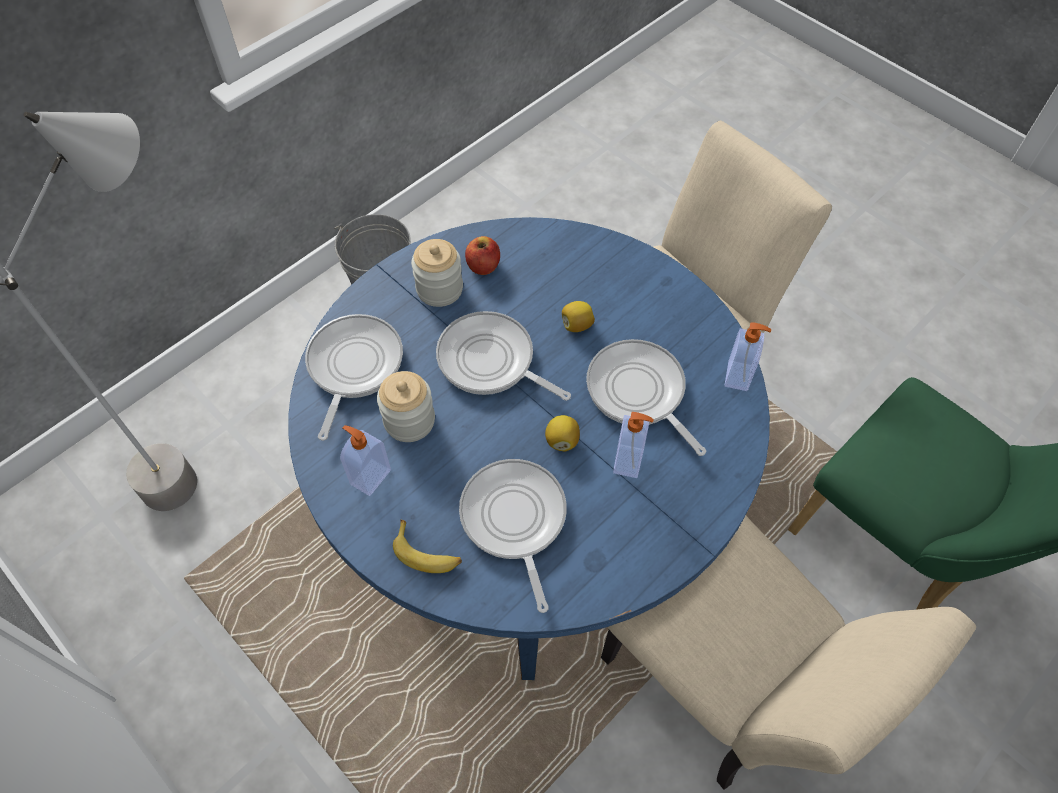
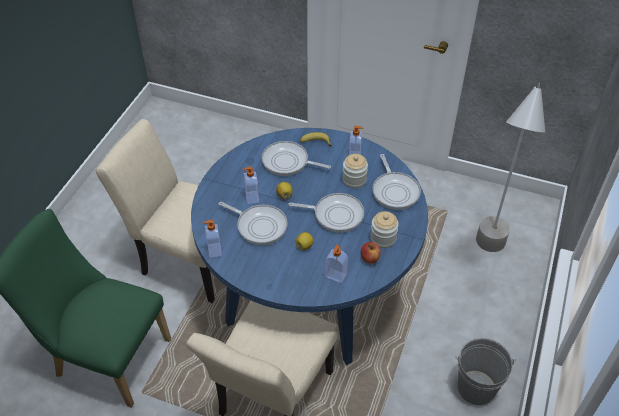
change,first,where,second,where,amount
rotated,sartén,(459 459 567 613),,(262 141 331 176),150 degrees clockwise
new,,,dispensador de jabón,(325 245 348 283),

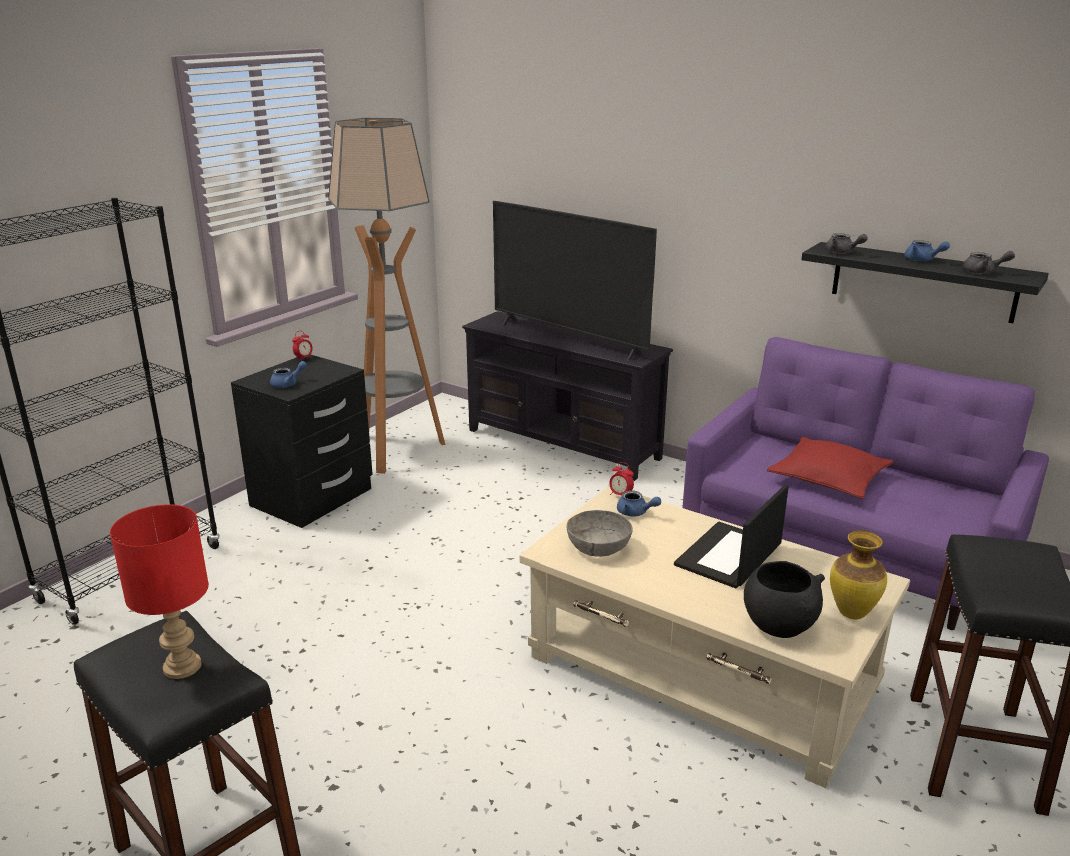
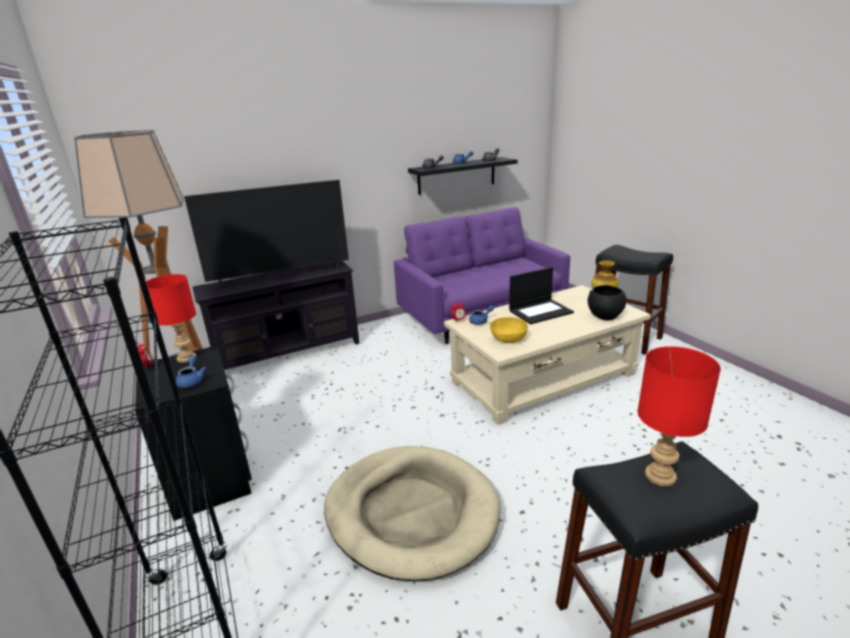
change,first,where,second,where,amount
gone,cojín/rojo,(767 437 894 499),,,
rotated,portátil,(674 484 789 588),,(509 267 574 324),90 degrees counterclockwise
repainted,cuenco/gris,(566 510 633 557),cuenco/amarillo,(490 317 528 343),
new,,,lámpara de mesa/rojo,(146 274 196 363),
new,,,cama para perro/beis,(324 446 501 581),

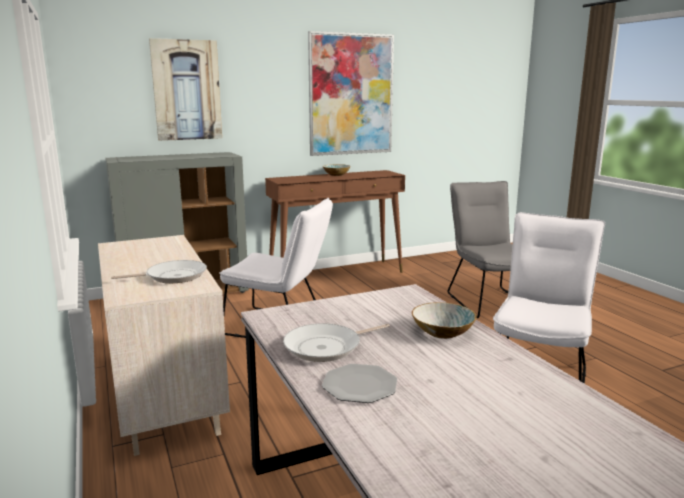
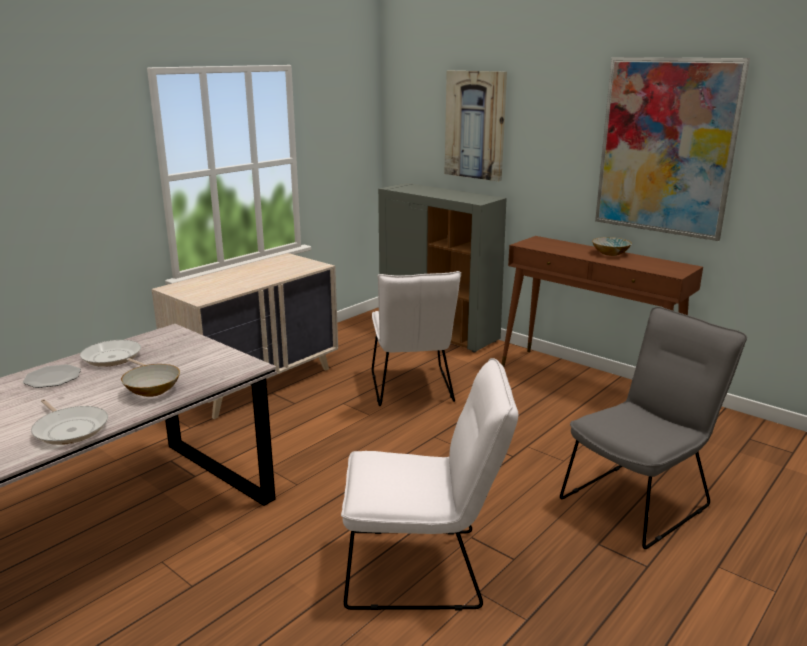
change,first,where,second,where,amount
shifted,sartén,(111 260 207 283),,(31 399 108 445),

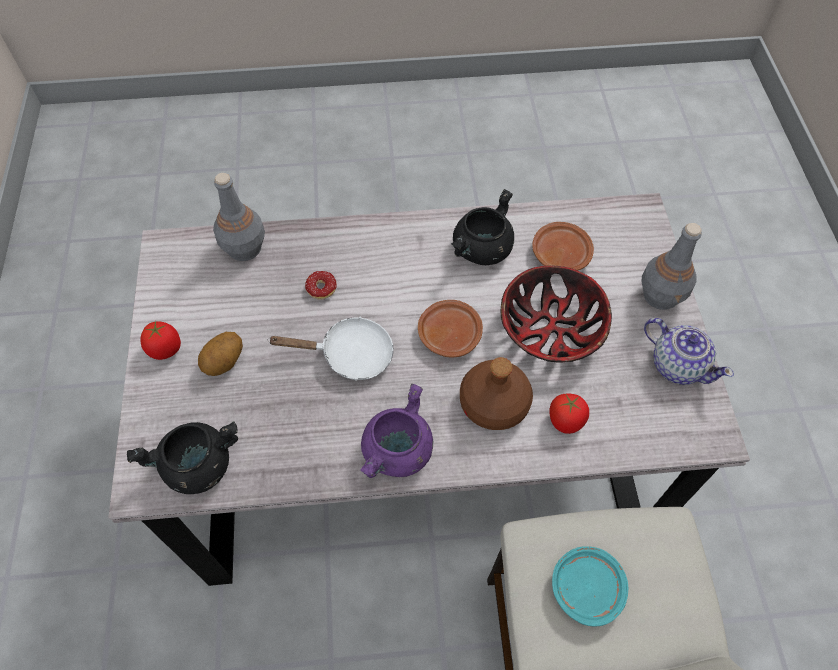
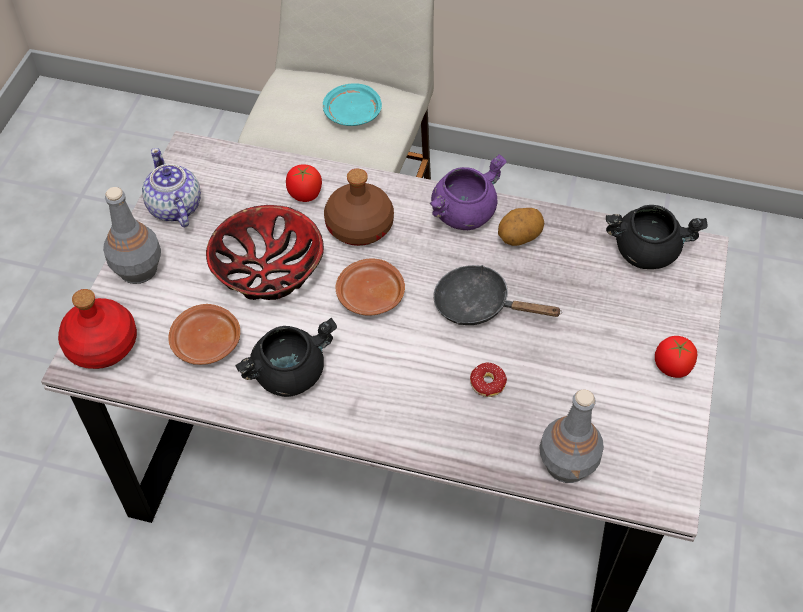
change,first,where,second,where,amount
repainted,sartén/blanco,(268 317 394 381),sartén/negro,(433 265 562 325),
shifted,patata,(198 332 243 376),,(498 208 544 246),
new,,,botella/rojo,(58 289 137 369),

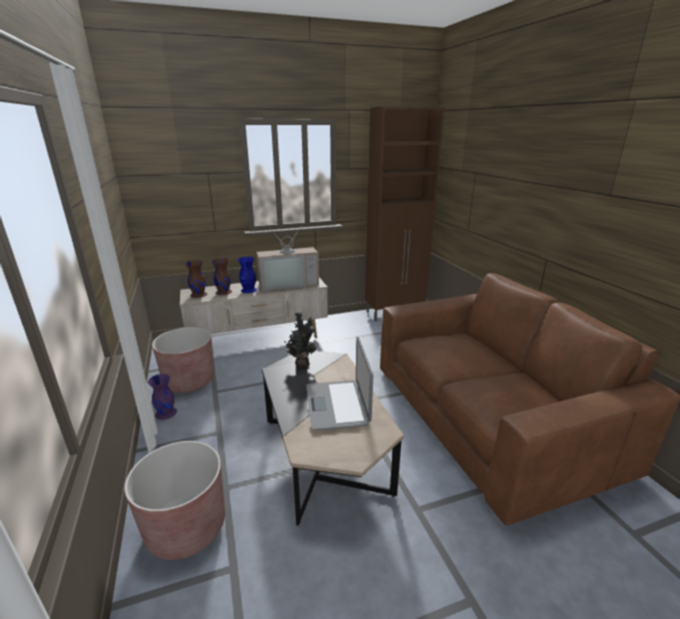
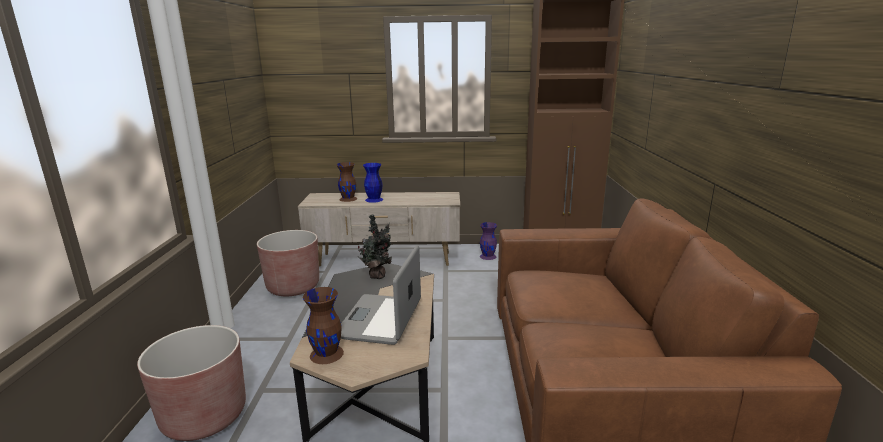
change,first,where,second,where,amount
gone,televisor,(256 221 319 292),,,
shifted,florero/marrón,(185 260 207 298),,(303 287 344 364),
shifted,florero/morado,(148 374 177 420),,(480 222 497 260),

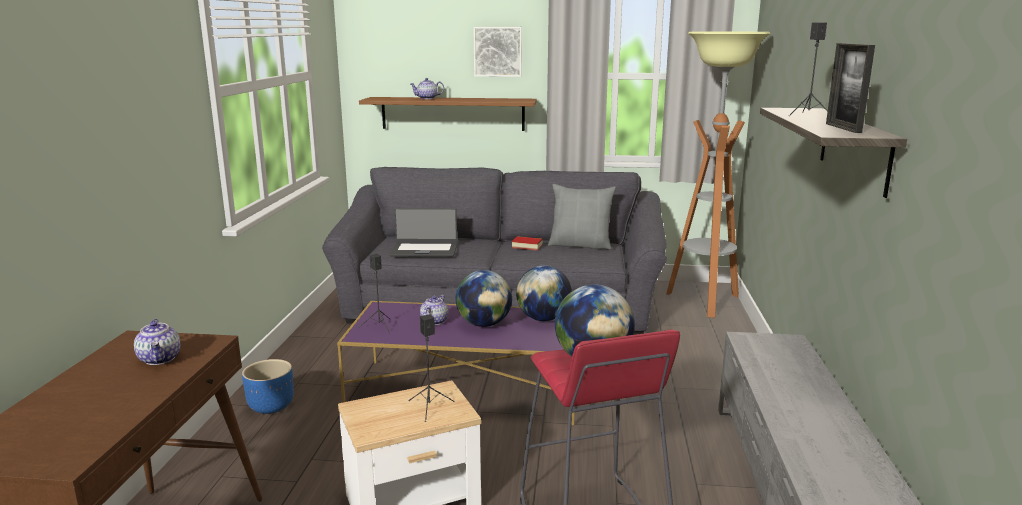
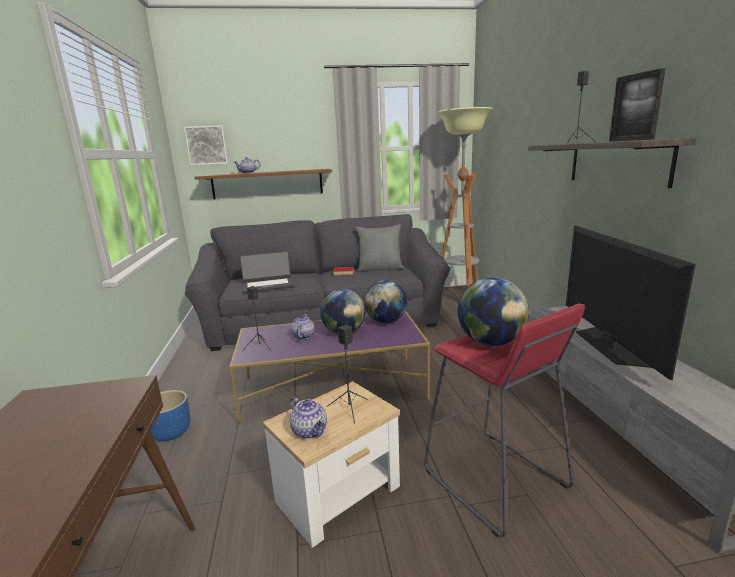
change,first,where,second,where,amount
shifted,cuadro,(473 27 522 77),,(184 125 228 165),
shifted,tetera,(134 319 181 365),,(290 397 327 439),
new,,,televisor,(566 225 696 380),

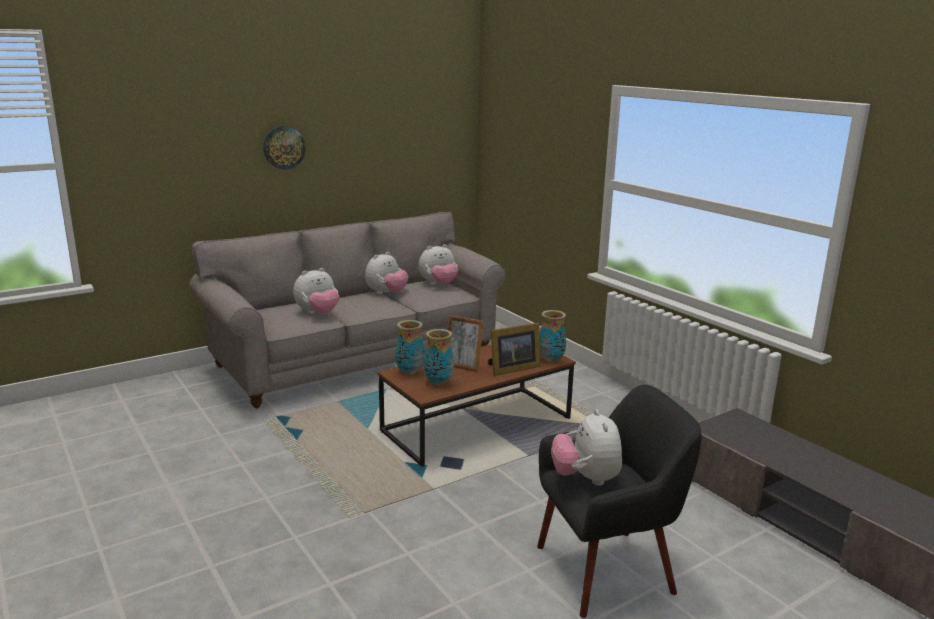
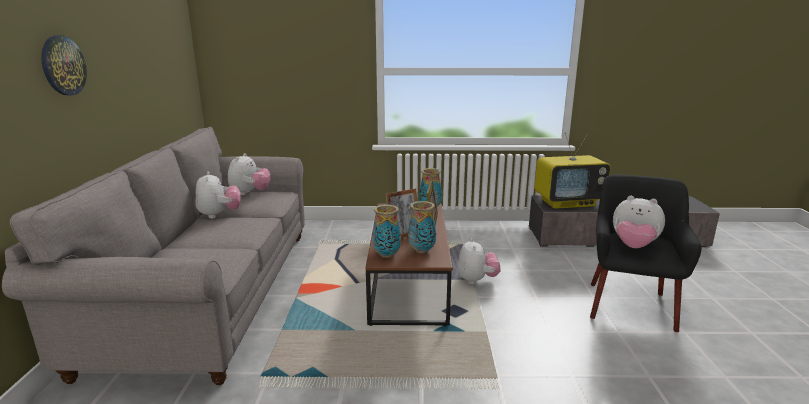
change,first,where,second,where,amount
shifted,peluche,(293 268 339 314),,(458 238 500 284),
new,,,televisor,(535 133 611 209),

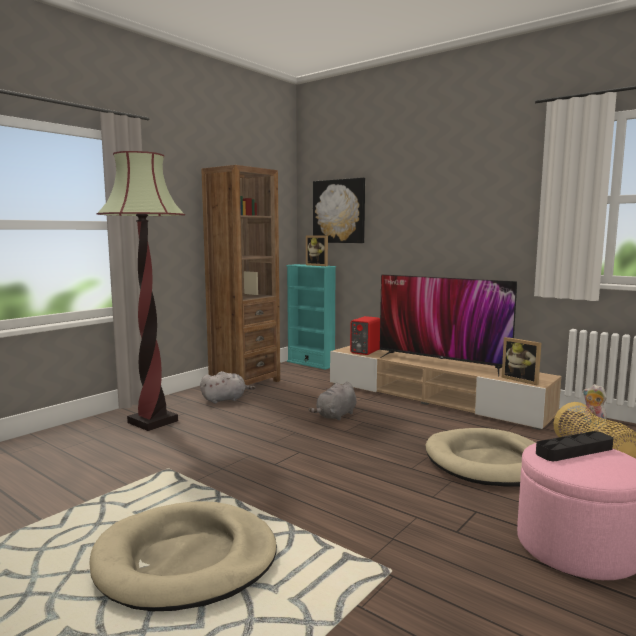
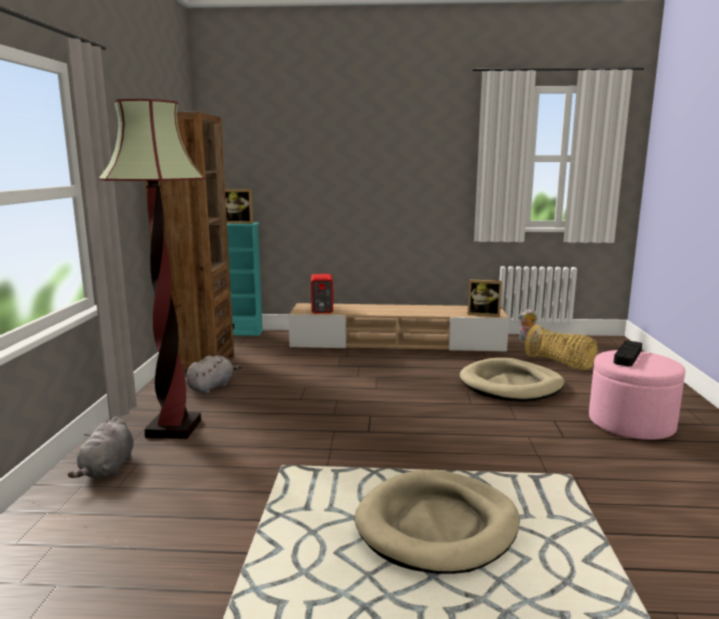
change,first,where,second,where,amount
gone,cuadro,(313 178 365 243),,,
gone,televisor,(380 274 517 376),,,
shifted,peluche/gris,(309 382 357 421),,(68 417 134 478),

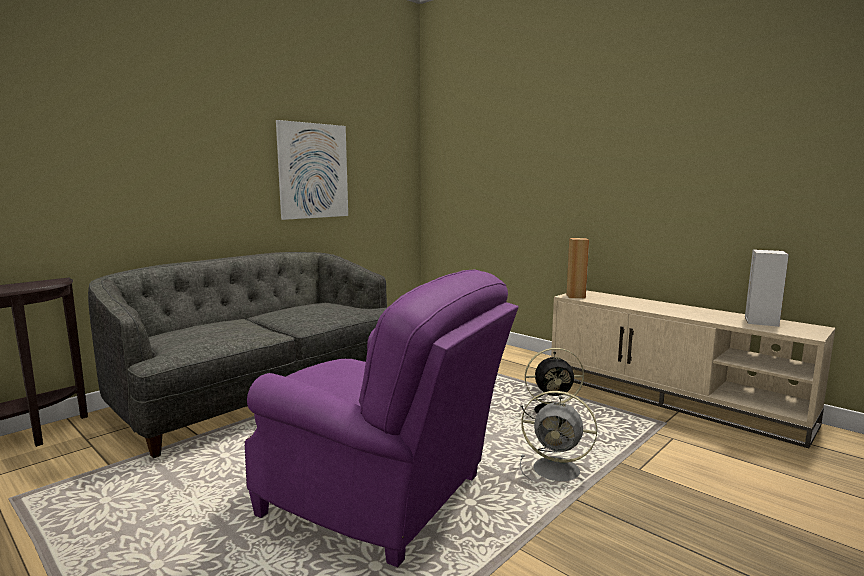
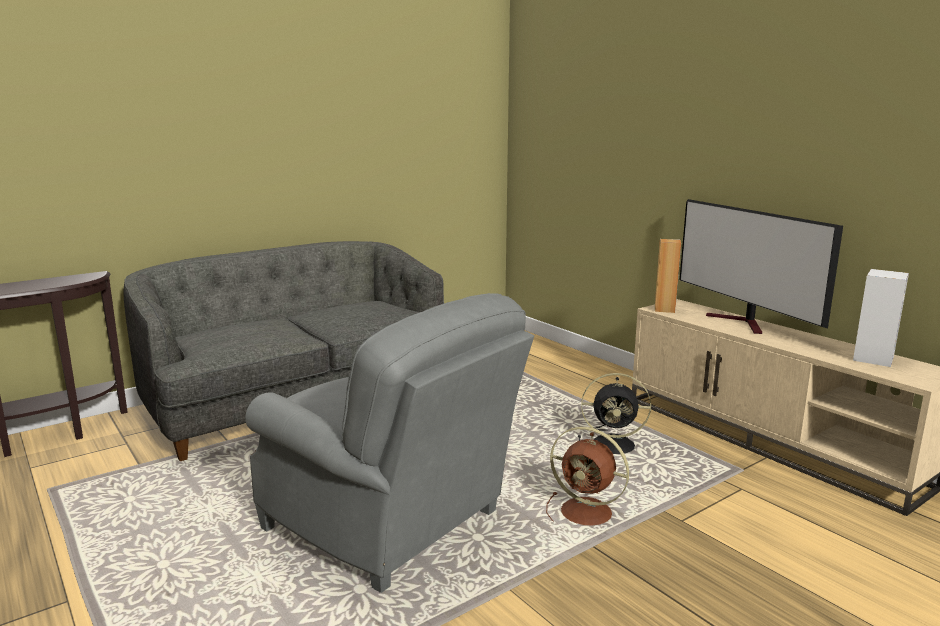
change,first,where,second,where,amount
gone,cuadro,(276 120 348 220),,,
repainted,sillón/morado,(244 269 519 567),sillón/gris,(245 293 534 593),
repainted,ventilador/gris,(520 391 597 481),ventilador/marrón,(546 427 629 525),
new,,,televisor,(680 199 843 334),

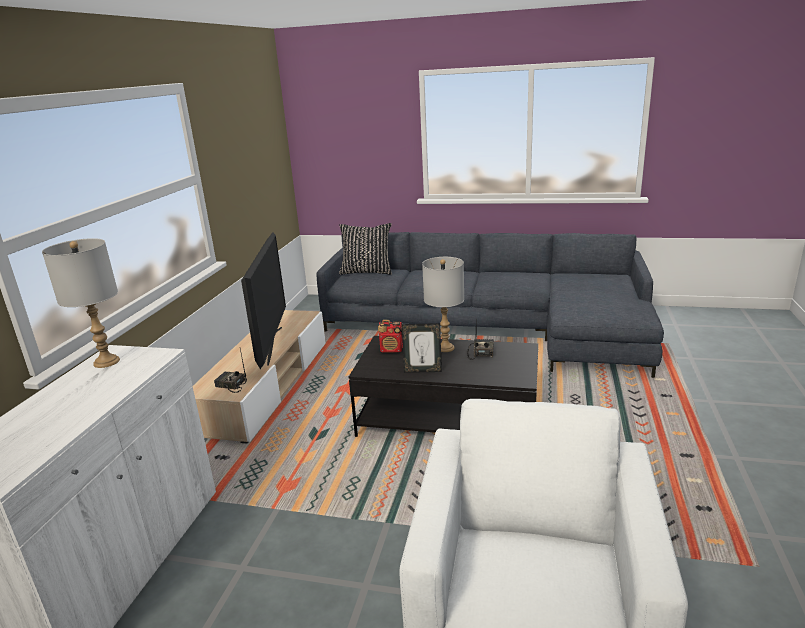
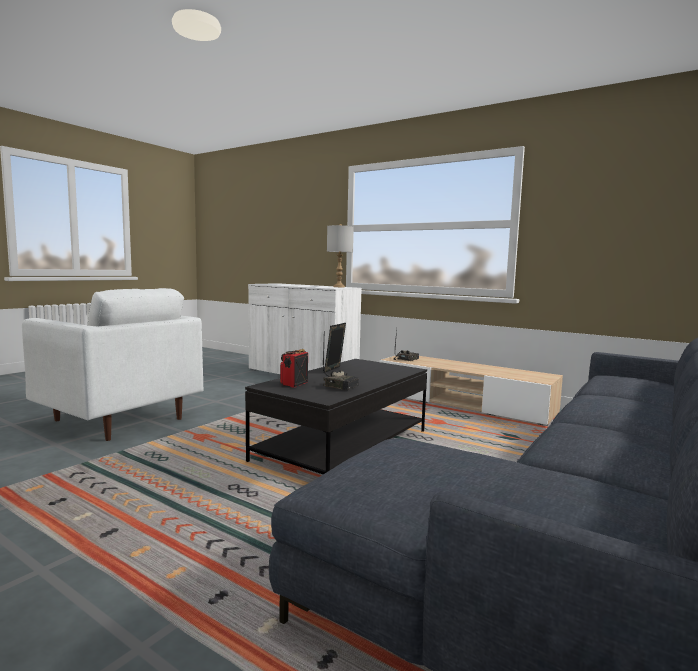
change,first,where,second,where,amount
gone,cojín/negro,(339 223 392 275),,,
gone,televisor,(241 232 286 369),,,
gone,lámpara de mesa/gris,(422 257 464 352),,,
shifted,radio,(378 320 403 353),,(280 349 308 388),

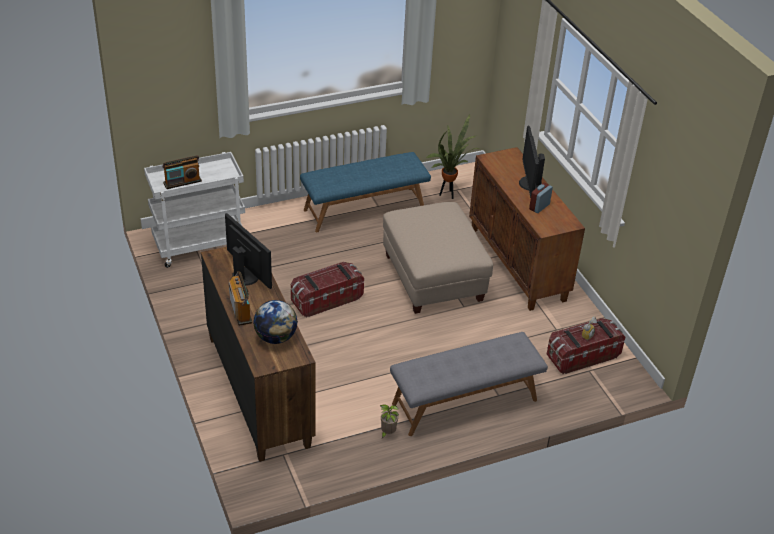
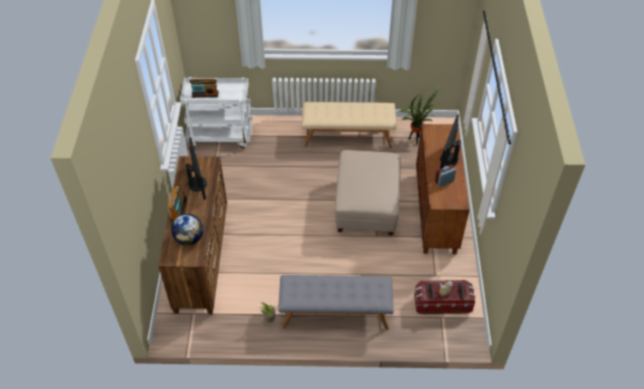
change,first,where,second,where,amount
repainted,banco/azul,(300 152 431 232),banco/beis,(302 102 396 148),
gone,caja de almacenaje,(291 262 364 318),,,

